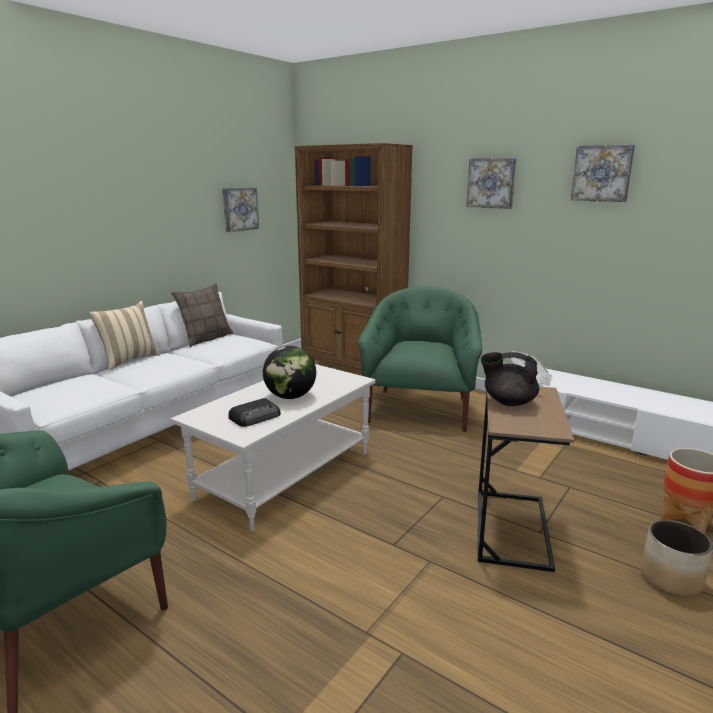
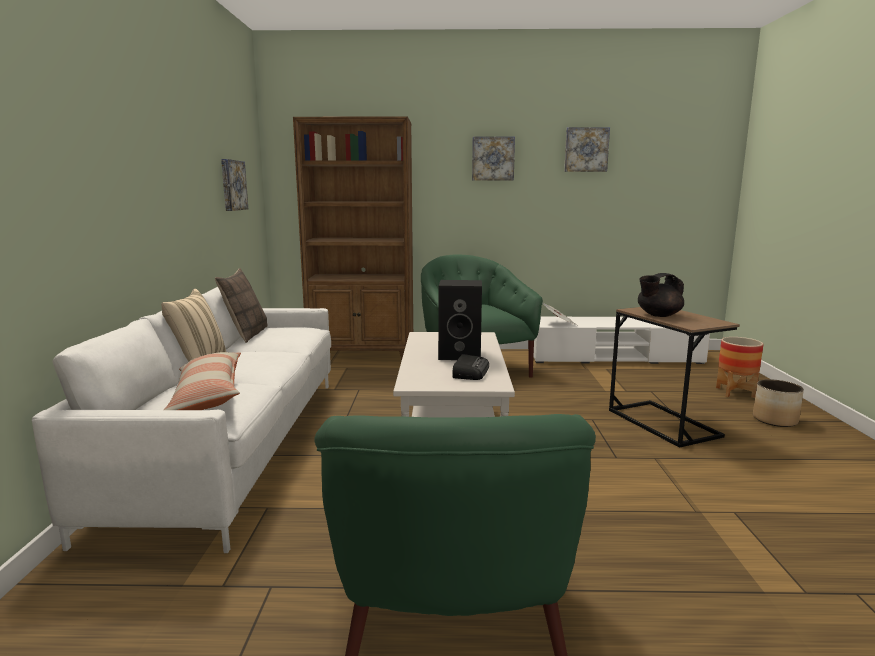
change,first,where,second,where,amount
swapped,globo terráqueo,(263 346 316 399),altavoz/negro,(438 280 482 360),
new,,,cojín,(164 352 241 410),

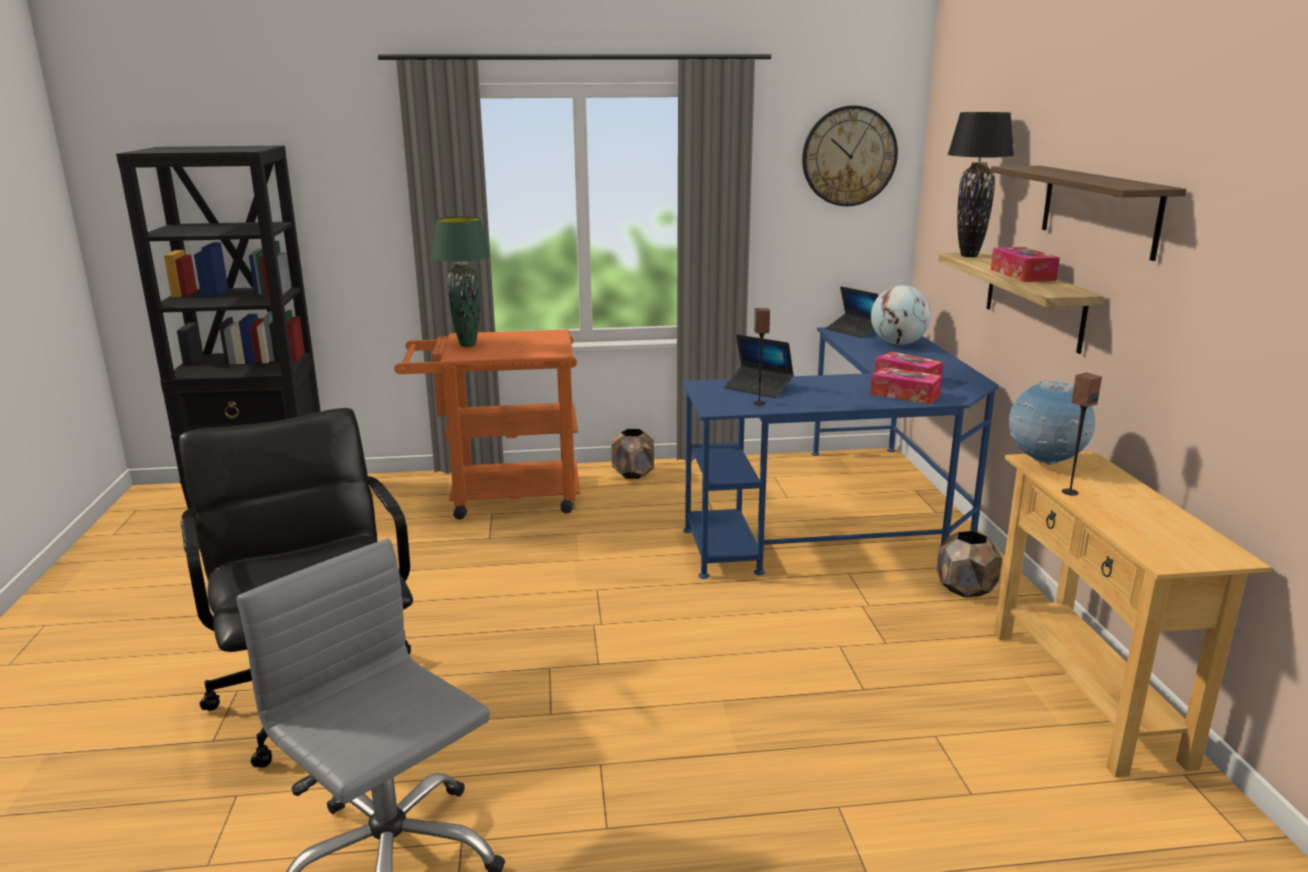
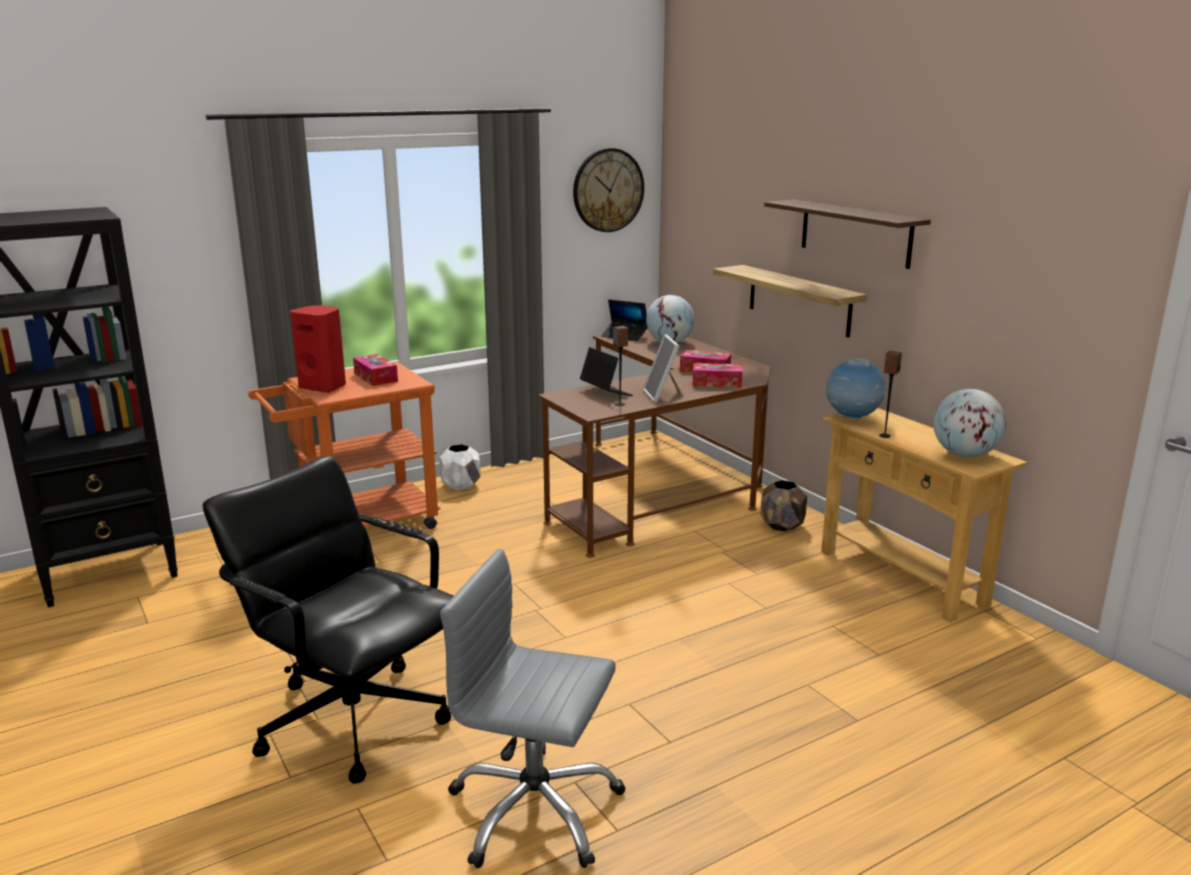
change,first,where,second,where,amount
gone,lámpara de mesa/negro,(947 112 1014 257),,,
swapped,lámpara de mesa/verde,(432 216 491 347),altavoz/rojo,(290 305 346 393),
shifted,caja de pañuelos,(991 247 1060 282),,(353 354 398 386),
repainted,escritorio/azul,(682 327 999 579),escritorio/marrón,(538 328 771 558),
rotated,portátil,(724 335 794 398),,(580 347 633 396),135 degrees counterclockwise
repainted,maceta/marrón,(612 429 654 479),maceta/blanco,(439 444 481 491),
new,,,portarretratos,(643 334 683 403),
new,,,globo terráqueo,(933 389 1006 457),

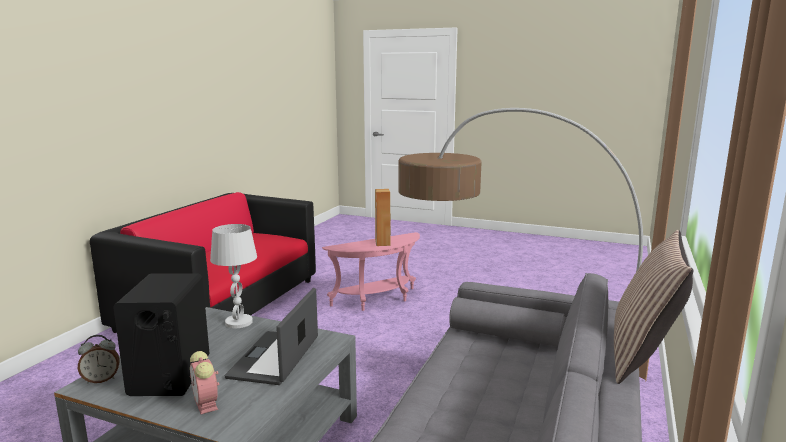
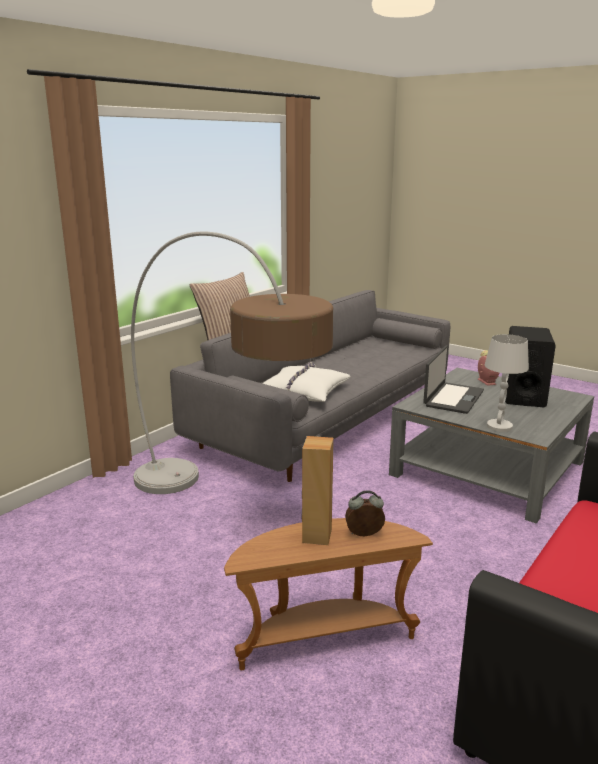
change,first,where,second,where,amount
repainted,mesa auxiliar/rosa,(322 232 420 311),mesa auxiliar/marrón,(224 518 433 670),
shifted,despertador,(78 335 120 384),,(345 490 385 536),
new,,,cojín/blanco,(262 362 351 402),

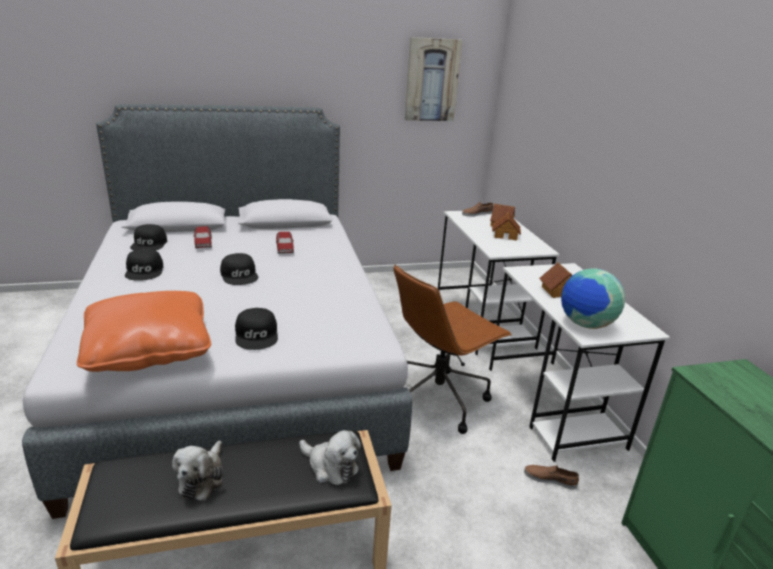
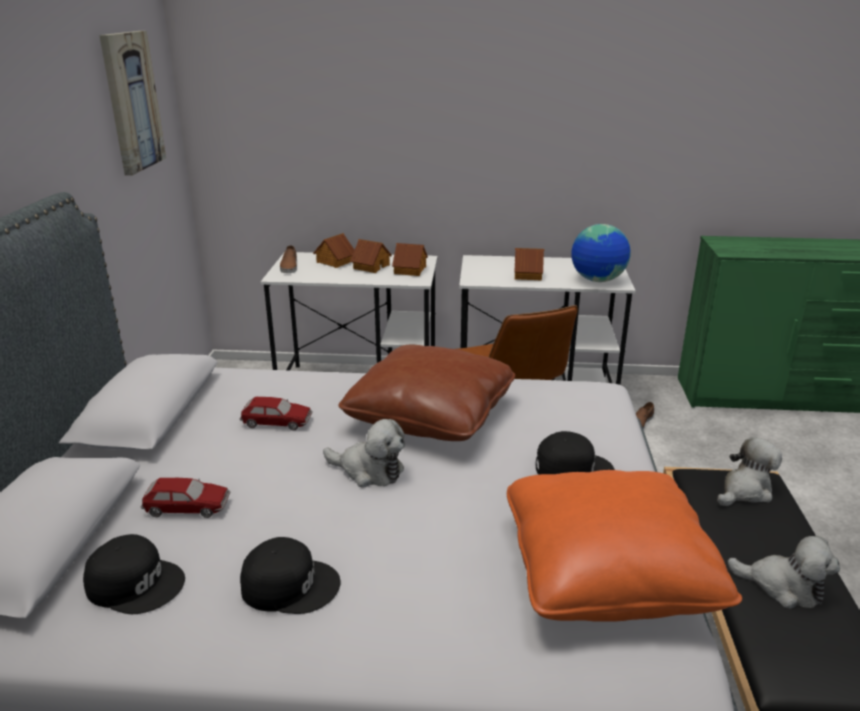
change,first,where,second,where,amount
swapped,gorra/negro,(220 253 259 285),peluche,(323 419 405 488),
new,,,casita,(392 243 428 276),
new,,,cojín/marrón,(338 345 515 441),

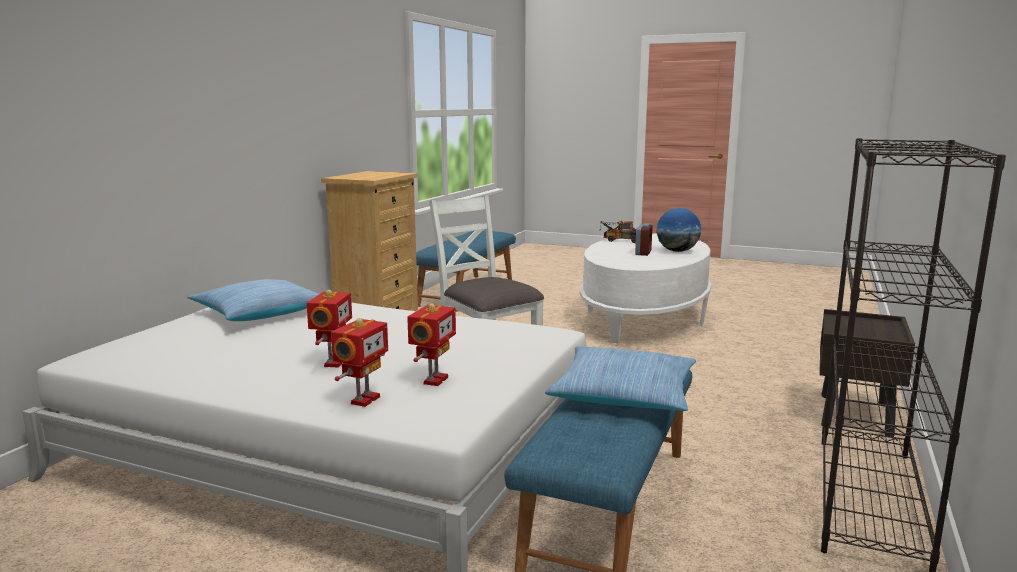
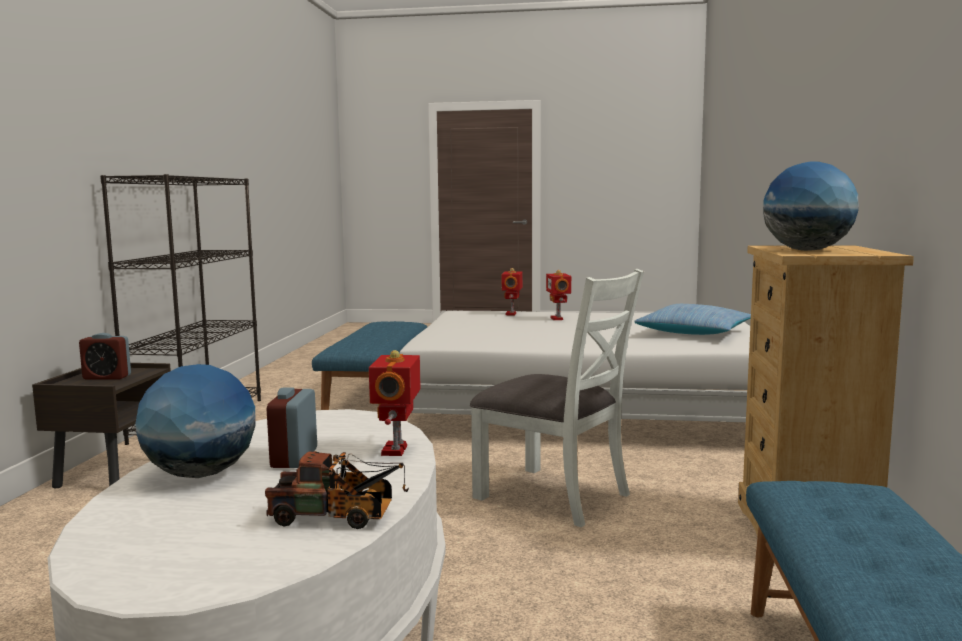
change,first,where,second,where,amount
shifted,robot de juguete,(407 304 456 386),,(369 350 421 456),
gone,cojín,(545 346 696 411),,,
new,,,globo terráqueo,(763 162 859 251),
new,,,despertador,(79 333 131 380),

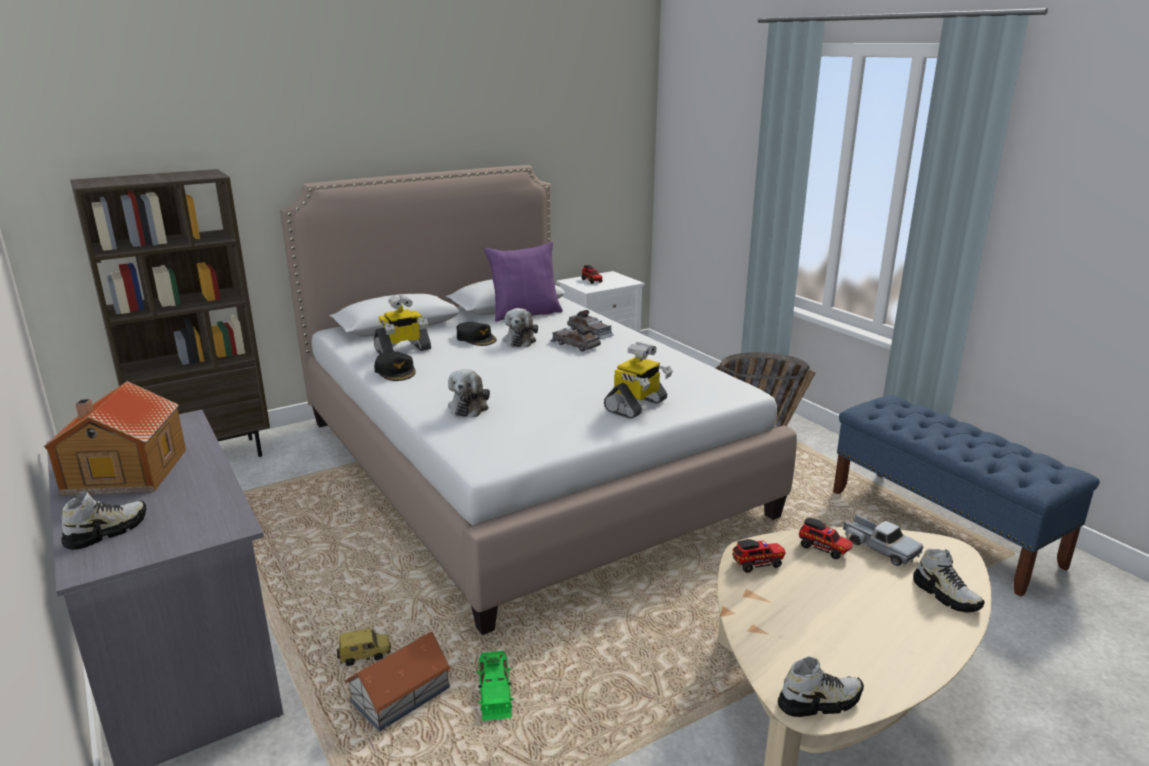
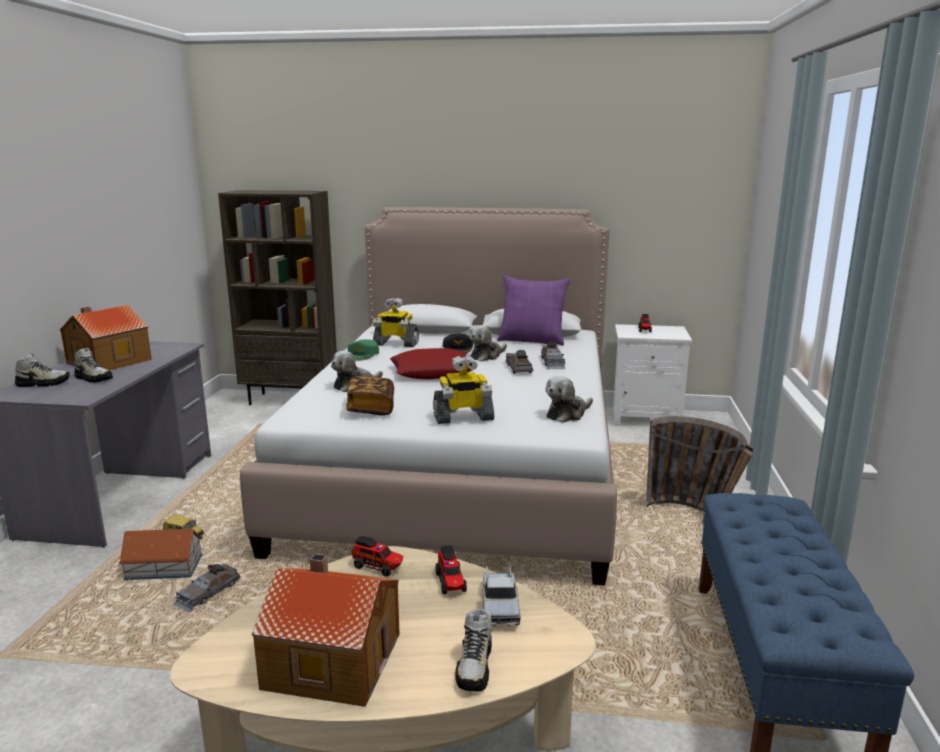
change,first,where,second,where,amount
repainted,gorra/negro,(374 351 416 381),gorra/verde,(348 339 379 361),
repainted,coche de juguete/verde,(476 651 515 721),coche de juguete/gris,(174 564 240 613),
shifted,zapato,(778 656 864 717),,(74 348 113 383),
new,,,cojín/rojo,(390 348 473 380),
new,,,libro,(346 376 394 416),
new,,,peluche,(546 376 593 423),
new,,,casita,(251 554 400 707),

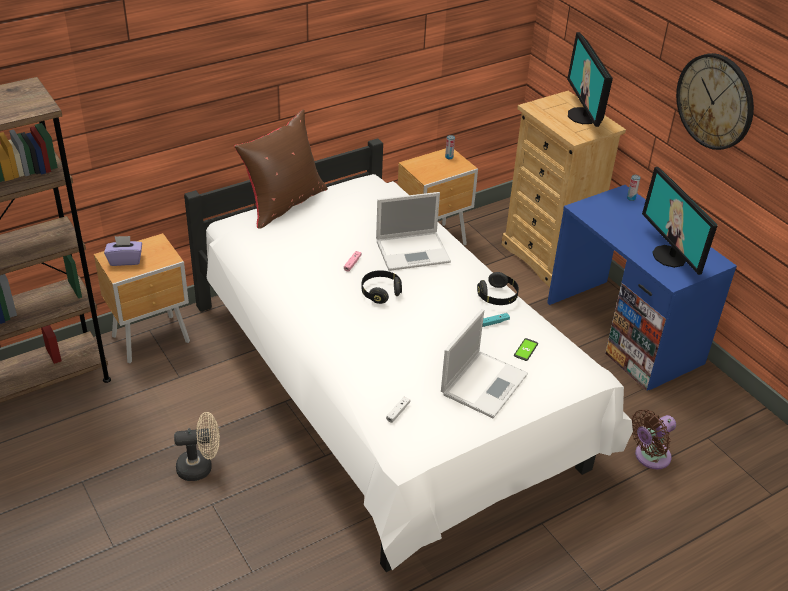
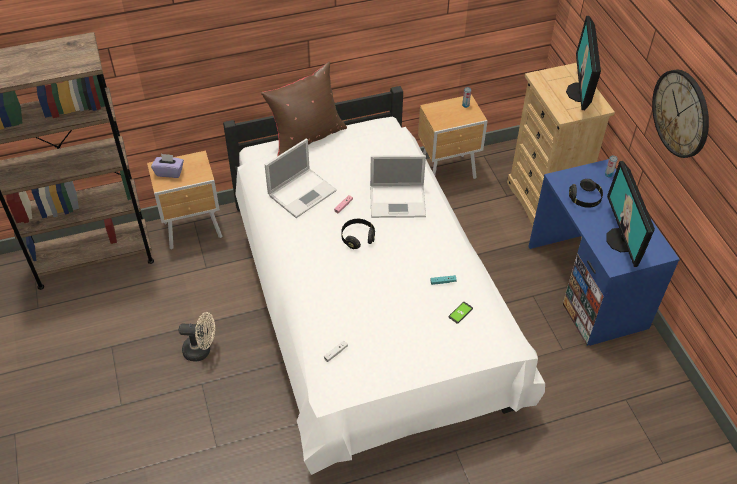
change,first,where,second,where,amount
shifted,auriculares/negro,(477 272 519 305),,(569 179 603 208),
shifted,portátil,(441 309 528 418),,(265 138 337 218),
gone,ventilador/marrón,(631 409 676 469),,,

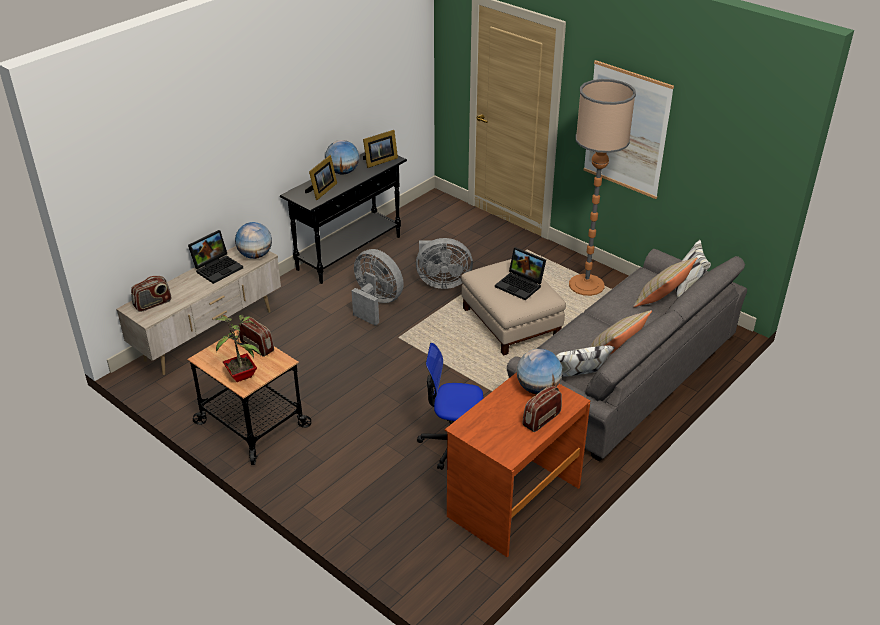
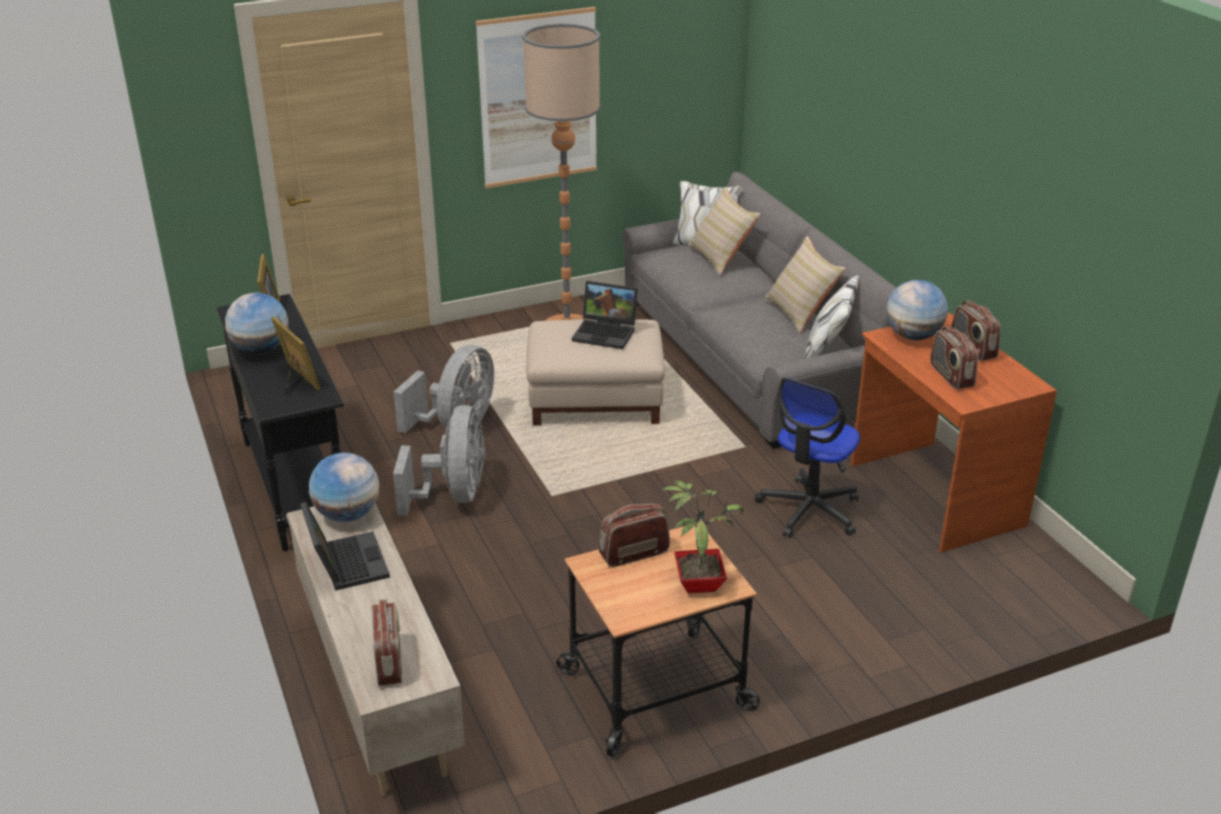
change,first,where,second,where,amount
rotated,portátil,(495 247 546 300),,(572 281 638 349),45 degrees clockwise
rotated,ventilador/gris,(352 249 404 326),,(393 405 485 516),120 degrees clockwise
new,,,radio,(930 326 978 389),

